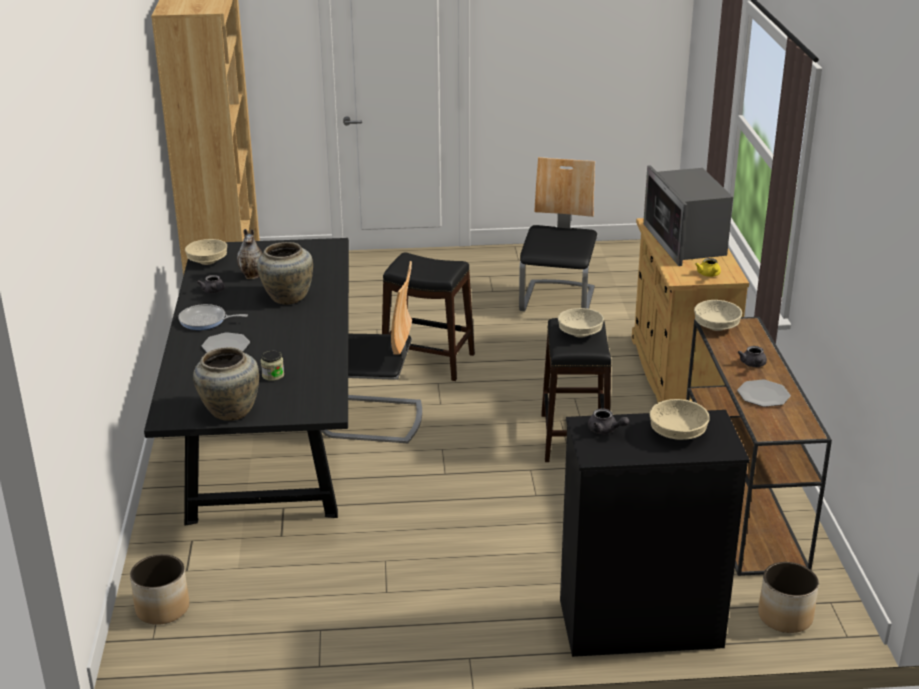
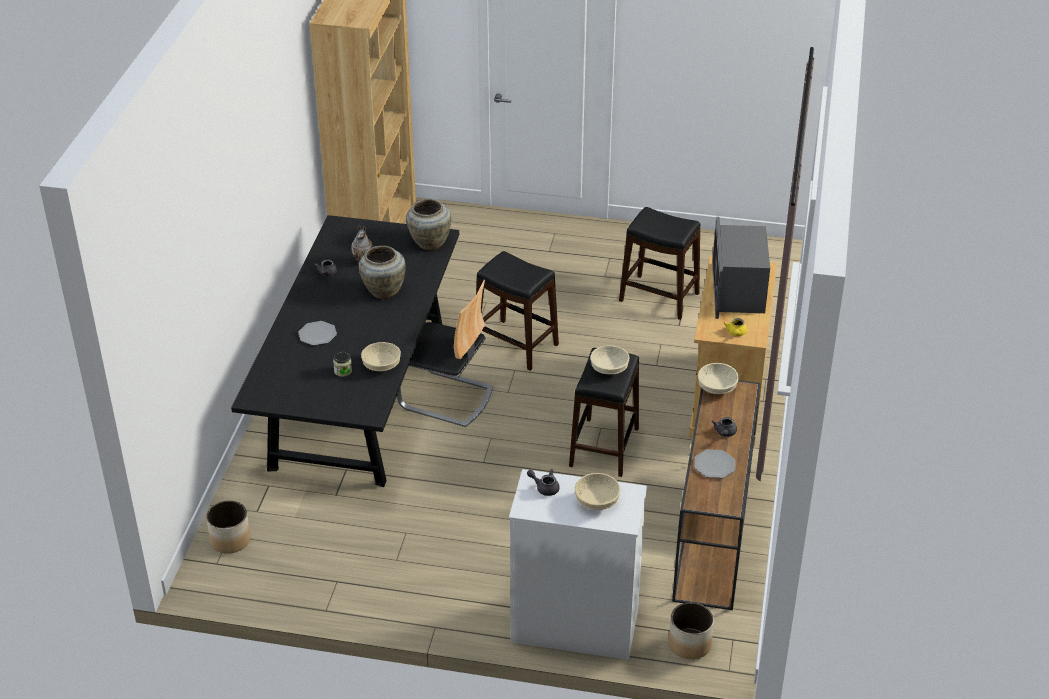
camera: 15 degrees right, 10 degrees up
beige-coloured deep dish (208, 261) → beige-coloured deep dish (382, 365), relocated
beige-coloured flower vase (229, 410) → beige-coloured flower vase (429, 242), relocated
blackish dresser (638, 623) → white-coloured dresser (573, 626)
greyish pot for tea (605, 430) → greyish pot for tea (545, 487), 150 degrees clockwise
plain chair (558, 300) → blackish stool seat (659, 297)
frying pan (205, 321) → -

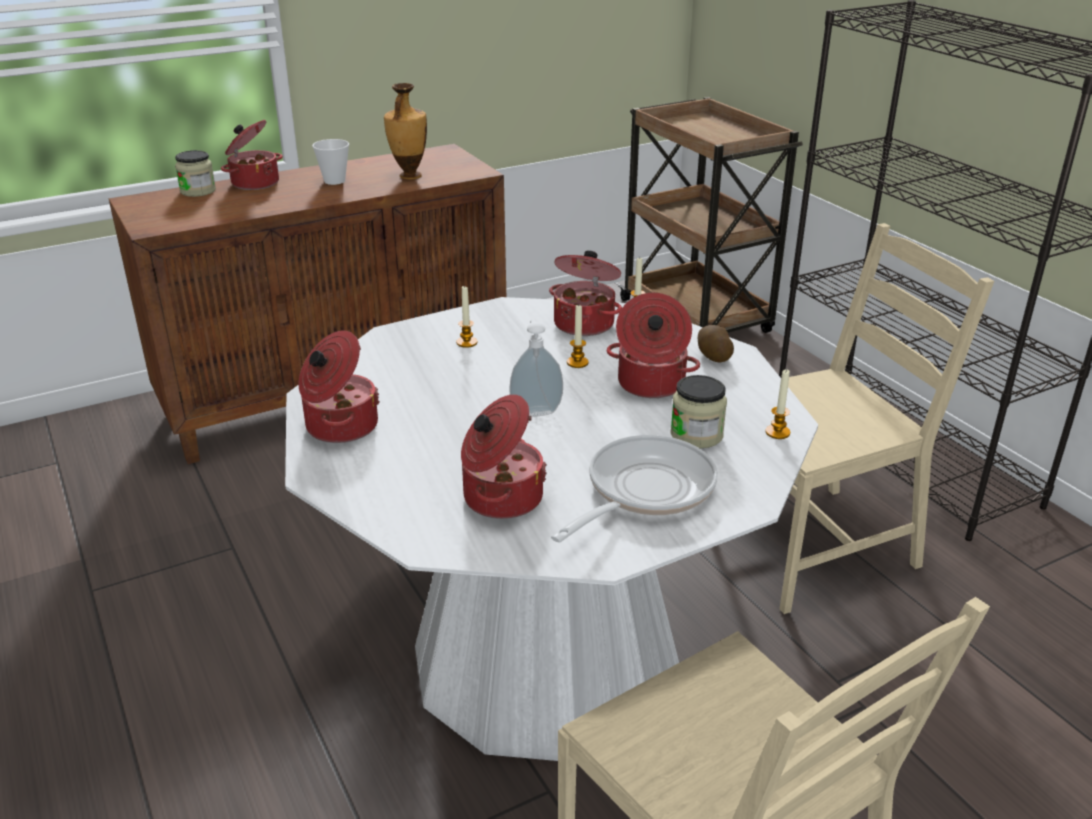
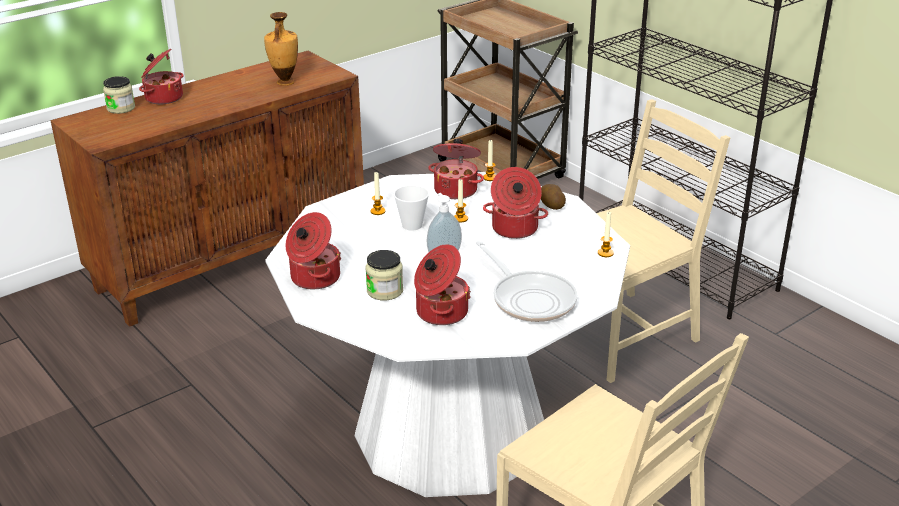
camera: 10 degrees left, 0 degrees up
preserve jar (696, 435) → preserve jar (385, 291), relocated
drinking cup (334, 181) → drinking cup (412, 225), relocated
frying pan (643, 491) → frying pan (530, 298), 120 degrees clockwise

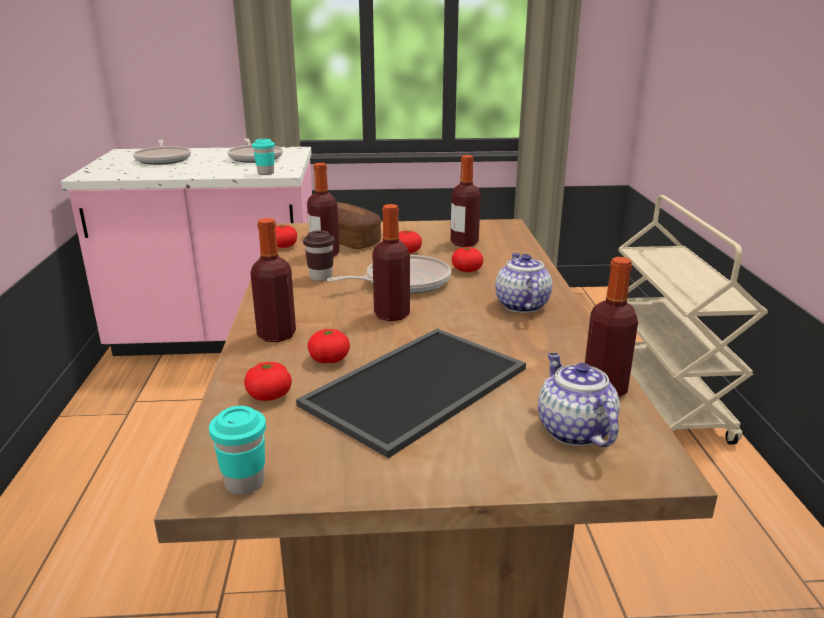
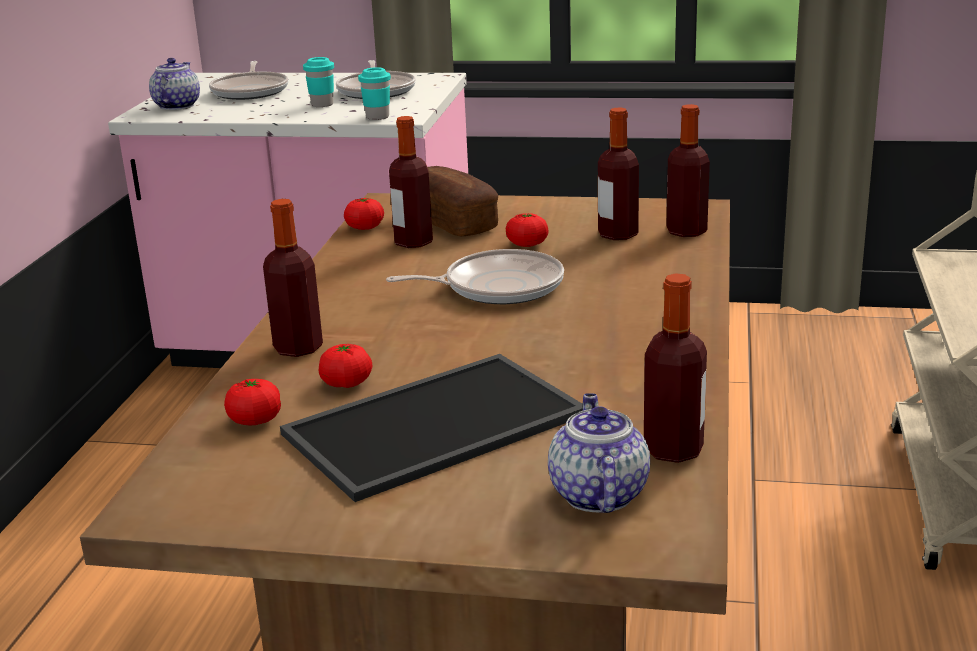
camera: 15 degrees right, 0 degrees up
pot for tea (521, 305) → pot for tea (177, 106), relocated
turquoise drinking cup (244, 483) → turquoise drinking cup (322, 104), relocated
bottle (391, 315) → bottle (686, 231), relocated
brown-coloured drinking cup (321, 277) → -
fresh tomato (467, 270) → -

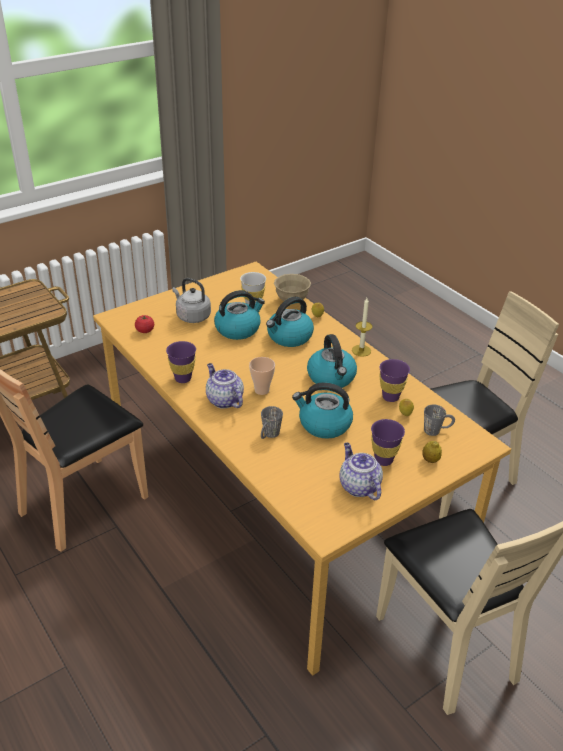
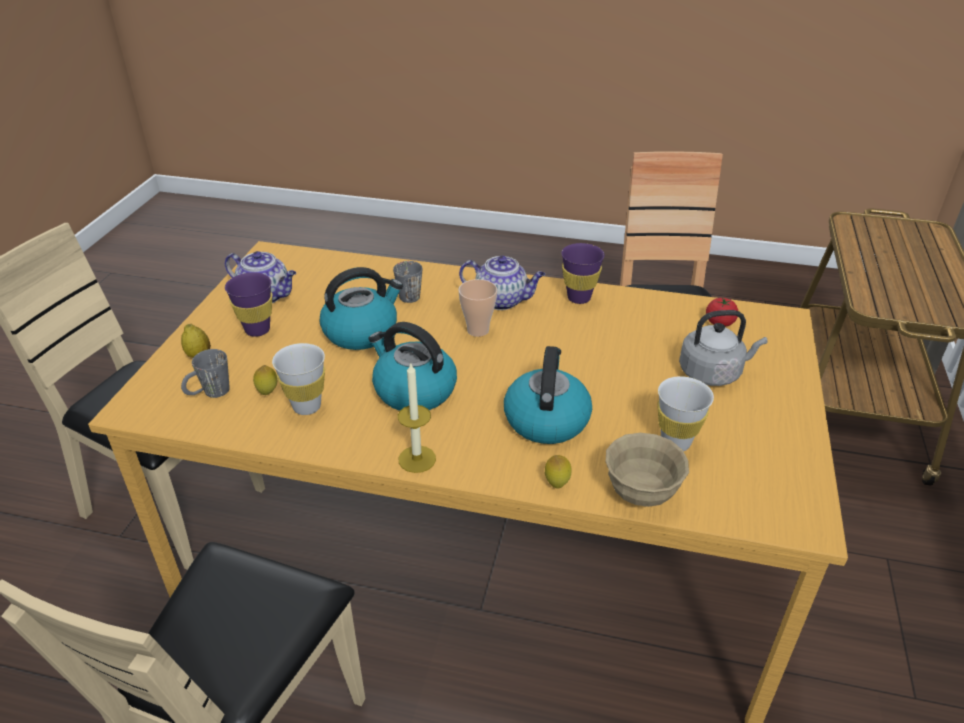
camera: 140 degrees right, 0 degrees up
purple-coloured drinking cup (390, 397) → white-coloured drinking cup (307, 406)
tea kettle (238, 329) → -

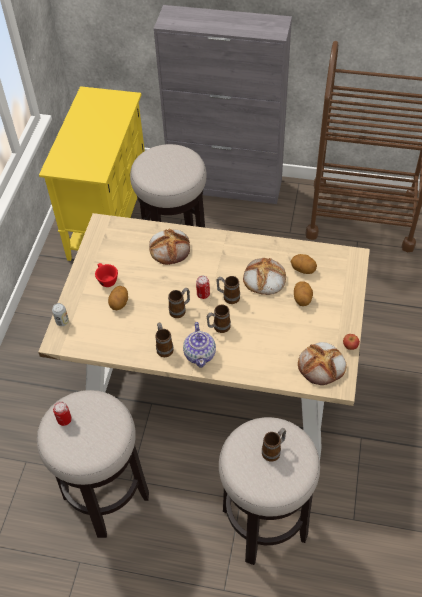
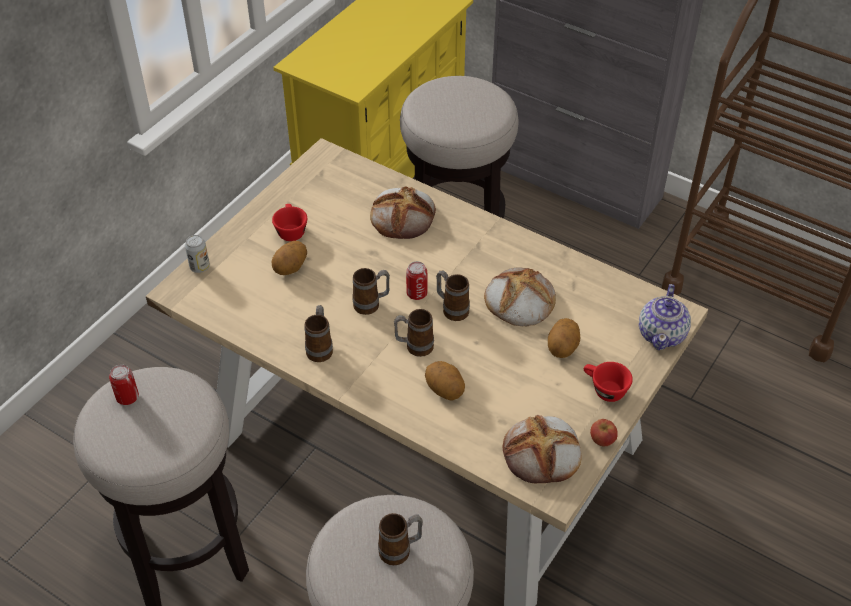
camera: 20 degrees right, 5 degrees down
potato (303, 269) → potato (445, 390), relocated
- → red drinking cup (604, 389)
pot for tea (200, 354) → pot for tea (662, 334), relocated

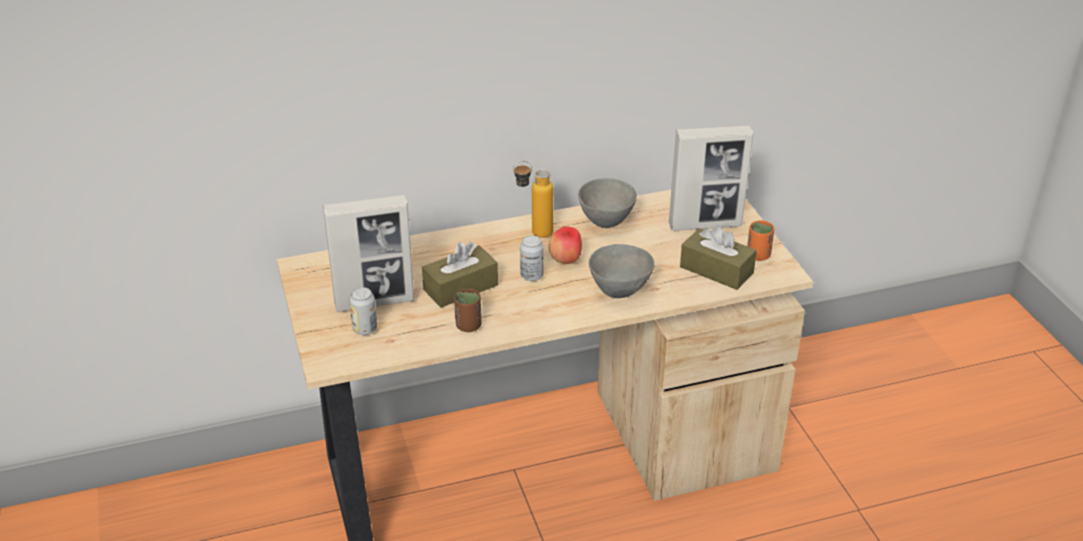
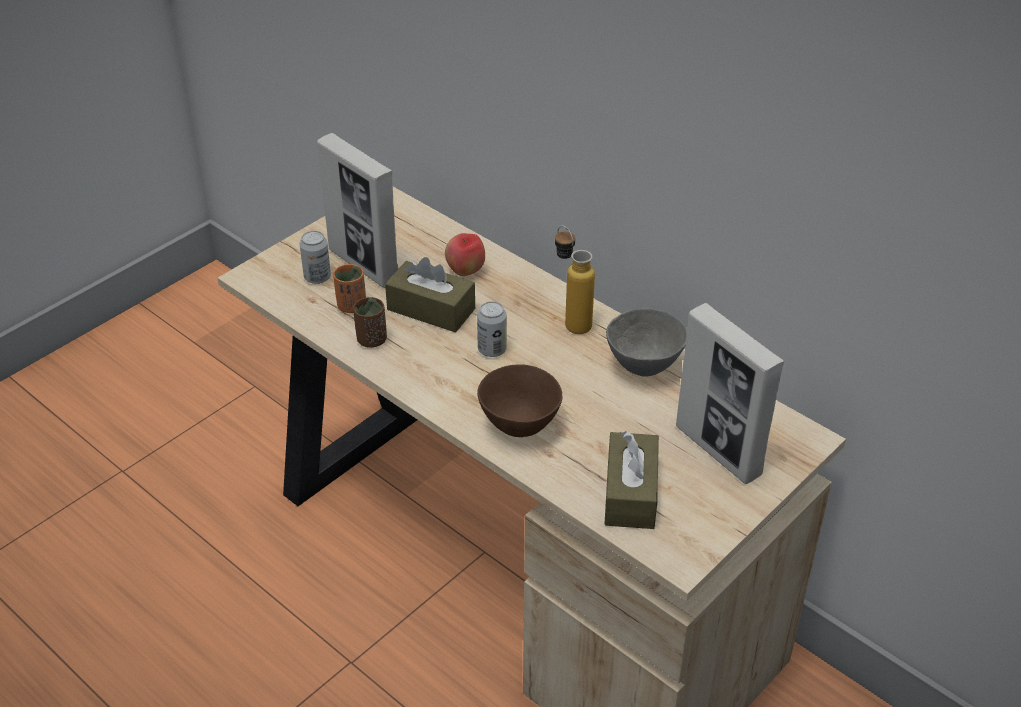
camera: 60 degrees right, 5 degrees up
orangey drinking cup (758, 255) → orangey drinking cup (351, 306), relocated
whole apple (565, 261) → whole apple (465, 271), relocated
greyish deep dish (620, 290) → brown-coloured deep dish (520, 426)

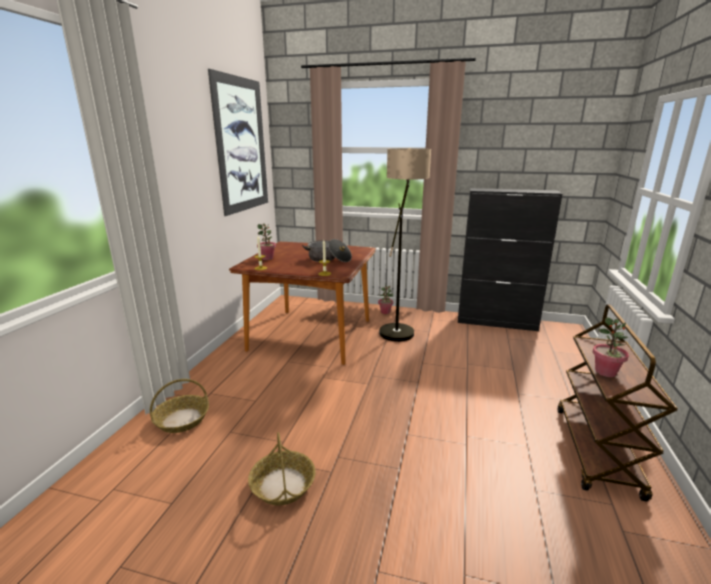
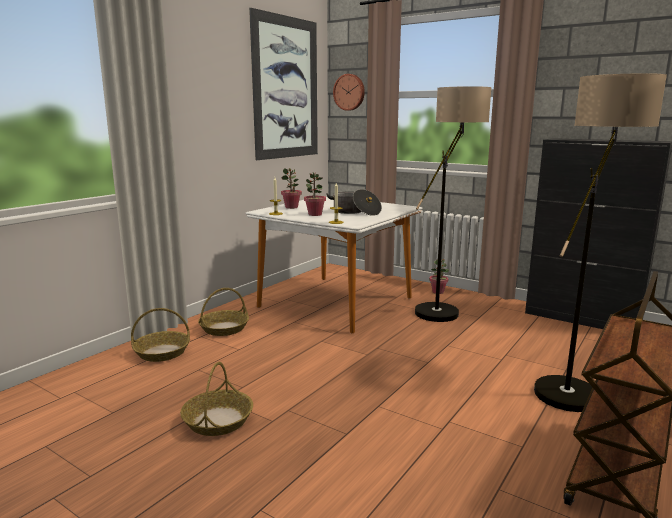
camera: 20 degrees right, 5 degrees down
- → household basket (224, 328)
brown-coloured dining table (312, 335) → white-coloured dining table (336, 303)
plant in a pot (605, 372) → plant in a pot (315, 214), relocated
- → hanging clock (349, 92)
- → floor lamp (574, 385)

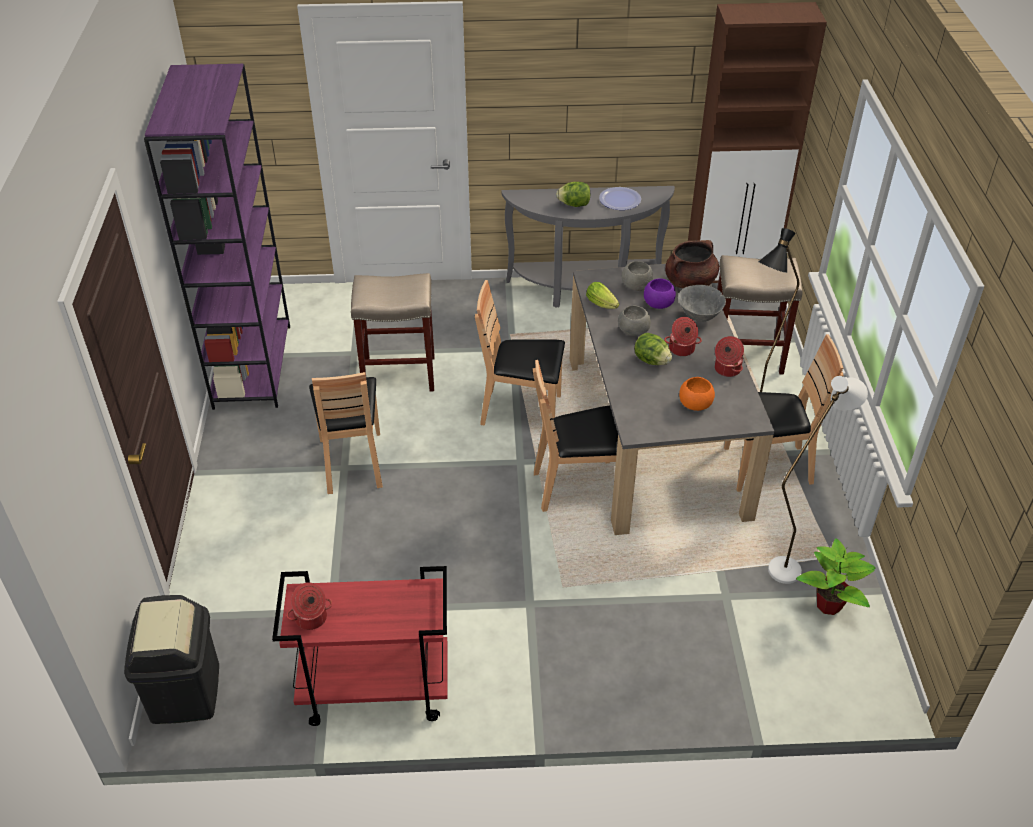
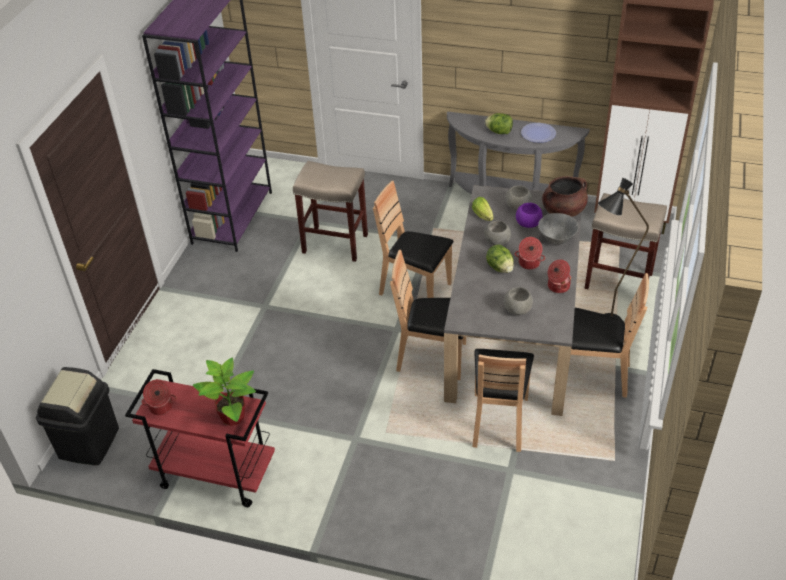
camera: 20 degrees right, 0 degrees up
plant in a pot (829, 605) → plant in a pot (233, 417), relocated
brown-coloured plain chair (352, 462) → brown-coloured plain chair (499, 421), relocated
orangey deep dish (695, 404) → greyish deep dish (517, 309)
white-coloured floor lamp (791, 563) → -

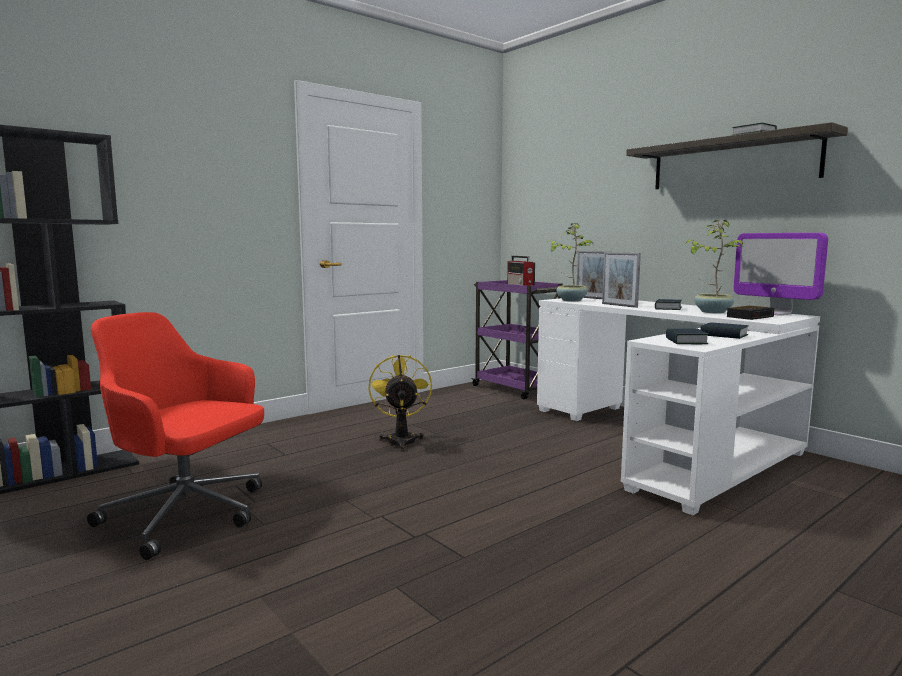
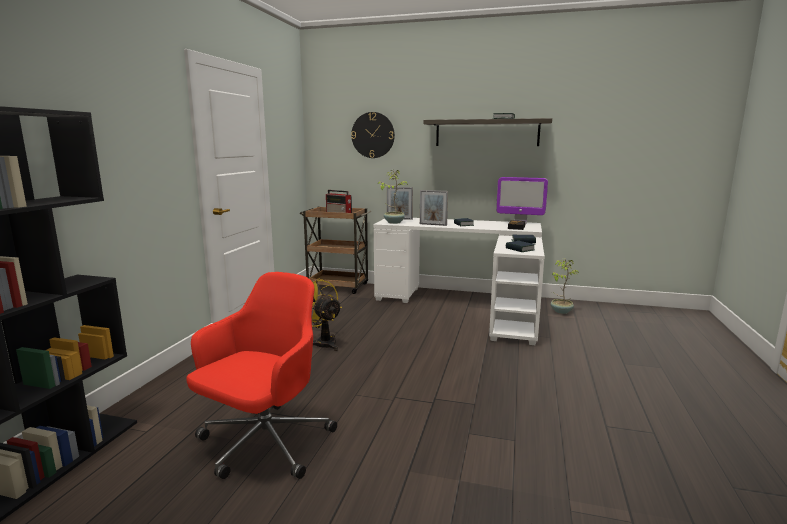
camera: 35 degrees left, 5 degrees up
red office chair (188, 515) → red office chair (264, 444), 135 degrees clockwise
purple-coloured wheeled cart (516, 389) → brown-coloured wheeled cart (338, 287)
- → hanging clock (373, 135)
plant in a pot (712, 312) → plant in a pot (560, 311), relocated

